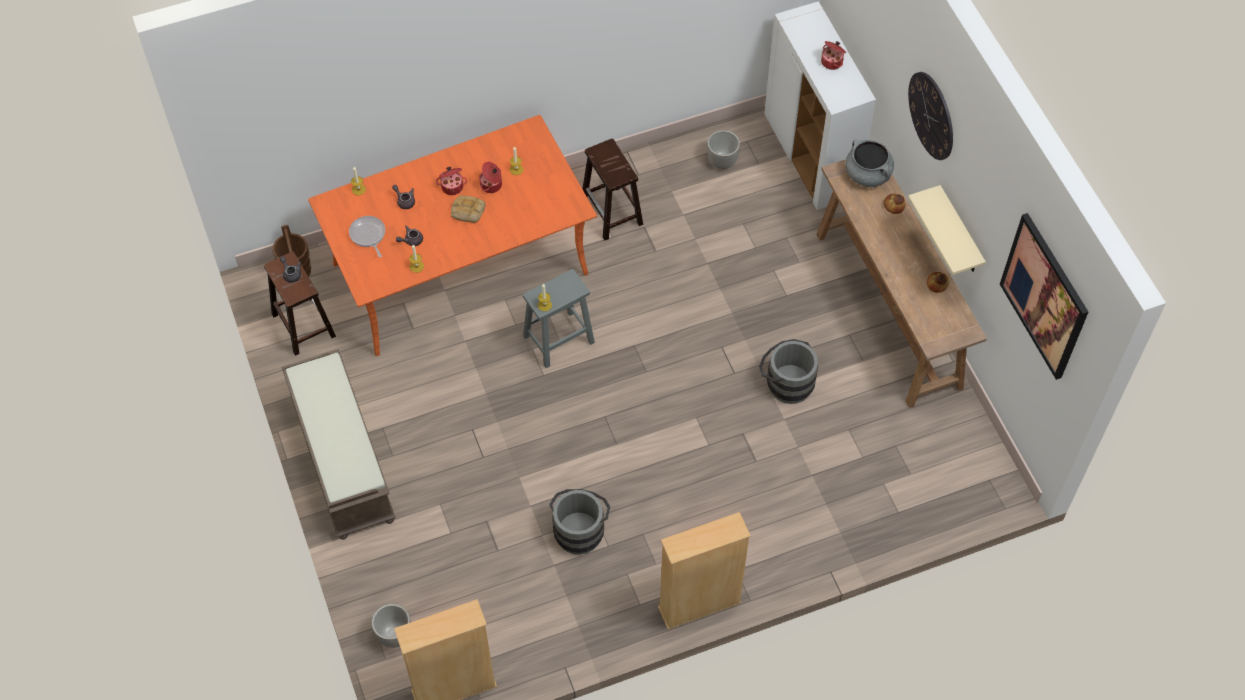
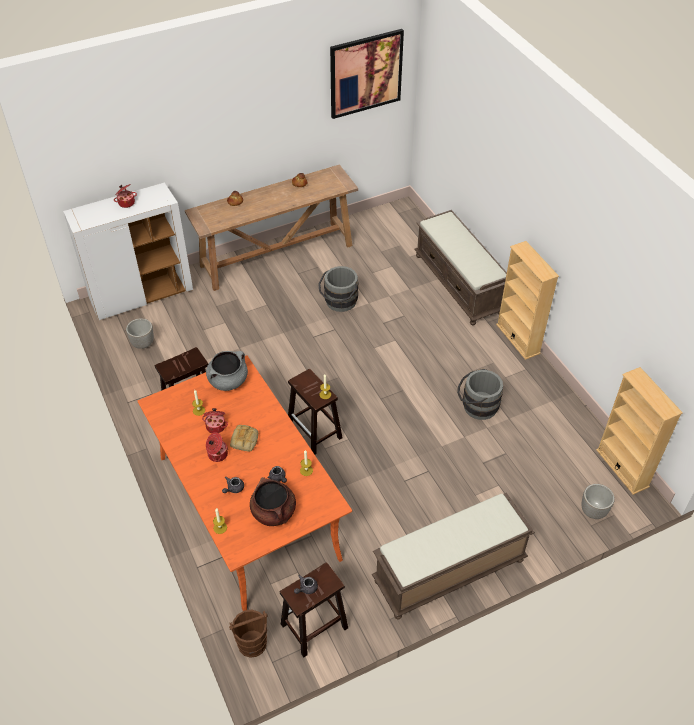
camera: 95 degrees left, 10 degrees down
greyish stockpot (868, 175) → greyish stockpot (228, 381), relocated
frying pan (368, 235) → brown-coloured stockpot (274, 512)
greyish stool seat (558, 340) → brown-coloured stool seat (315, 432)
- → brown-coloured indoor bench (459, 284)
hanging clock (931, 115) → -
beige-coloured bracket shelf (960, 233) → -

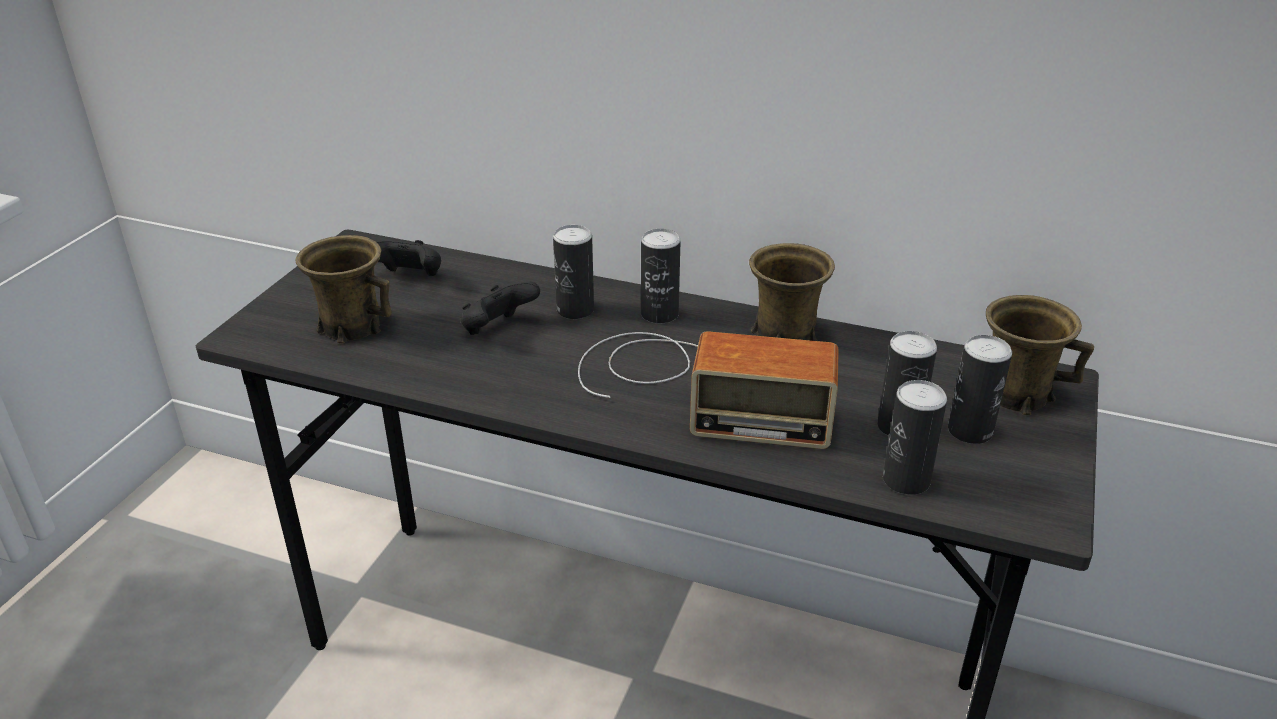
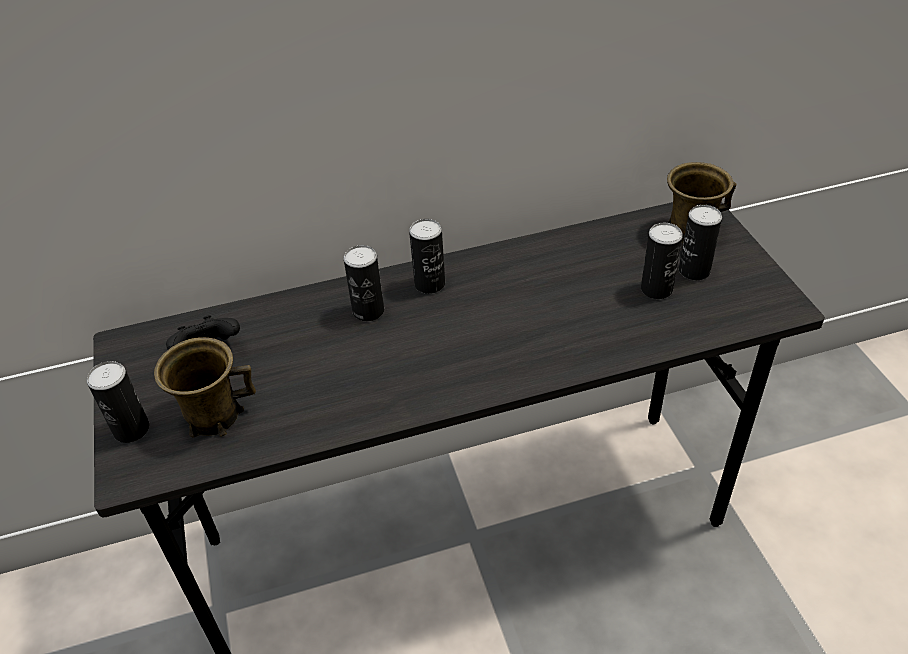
camera: 35 degrees left, 10 degrees up
metal can (906, 480) → metal can (131, 429), relocated
blackish gamepad (498, 329) → -
radio (695, 388) → -
brown-coloured tea mug (784, 335) → -

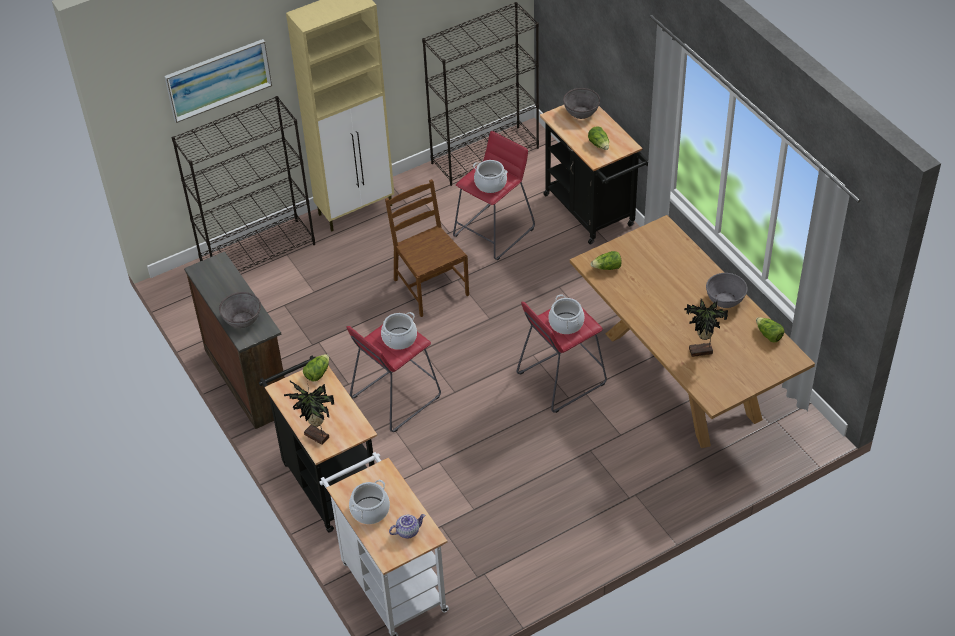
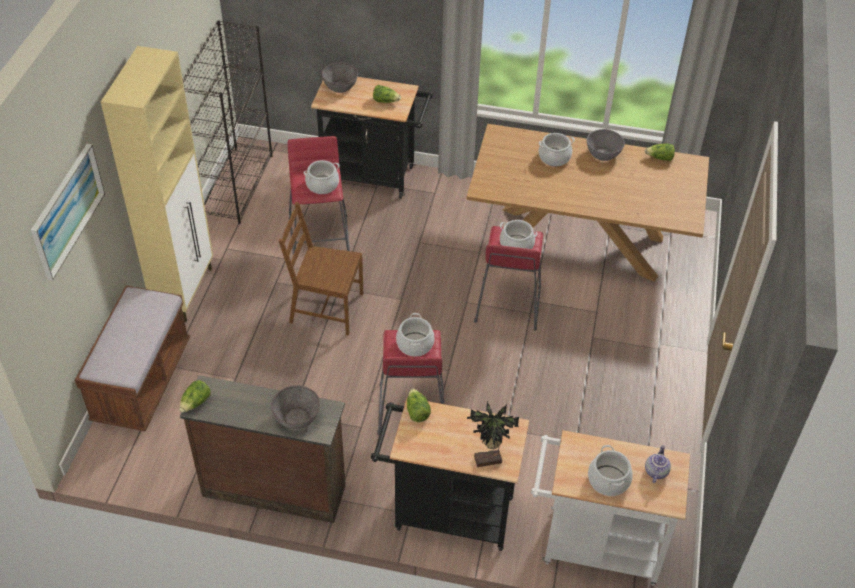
camera: 50 degrees left, 0 degrees up
blackish bookshelf (258, 252) → brown-coloured indoor bench (142, 382)
head of lettuce (607, 267) → head of lettuce (196, 403), relocated
- → stockpot (554, 157)
plant in a pot (701, 352) → -

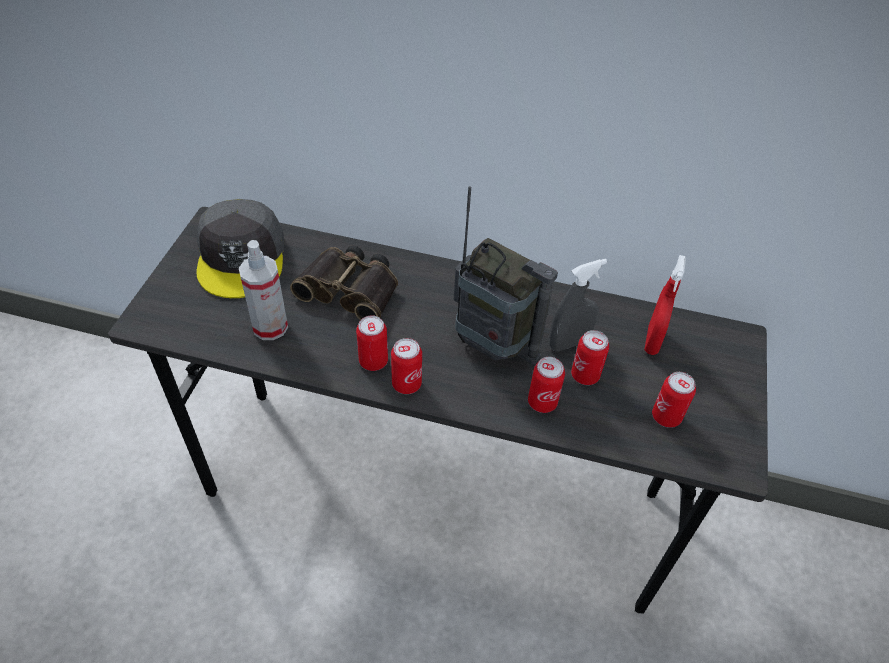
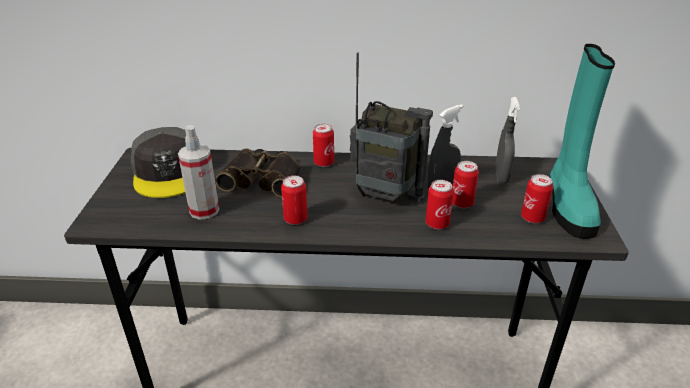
camera: 10 degrees left, 15 degrees down
metal can (406, 384) → metal can (324, 163), relocated
red spray bottle (652, 341) → greyish spray bottle (501, 176)
- → turquoise tall boot (568, 205)

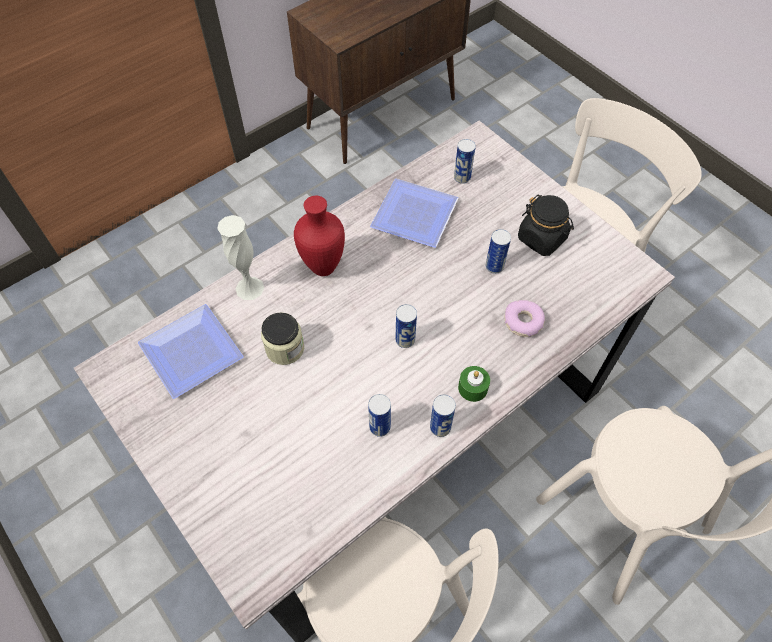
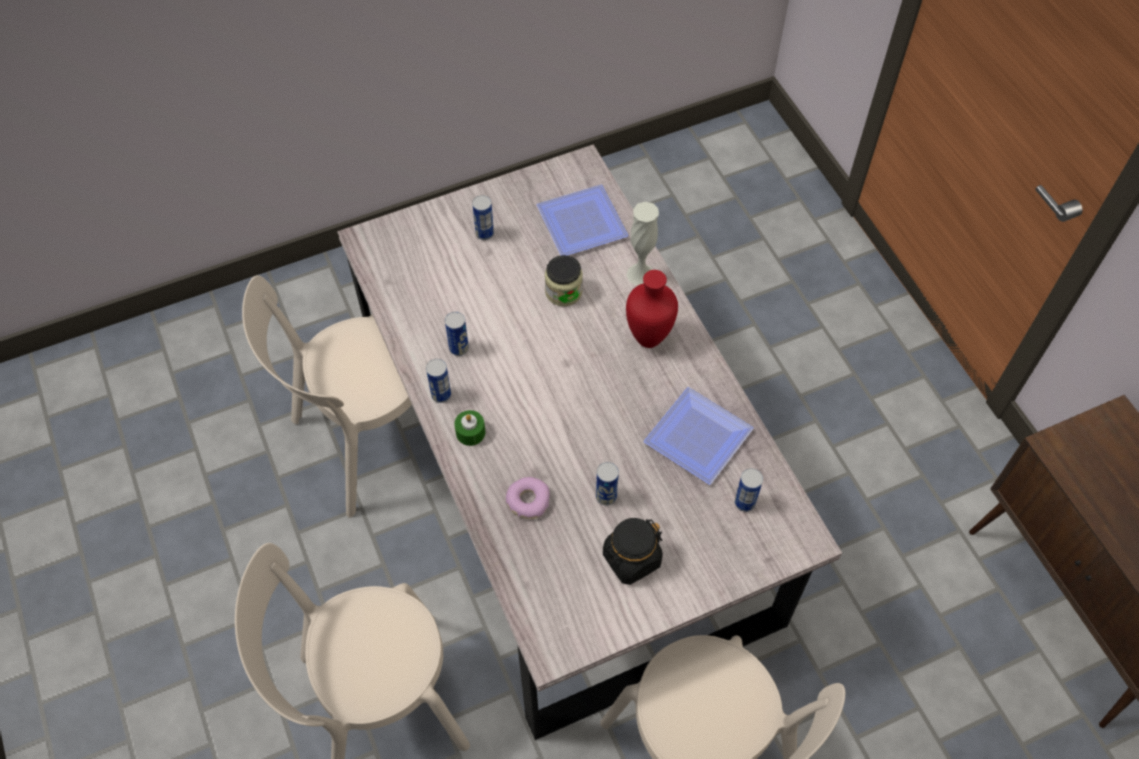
camera: 105 degrees right, 0 degrees up
metal can (405, 340) → metal can (484, 233), relocated

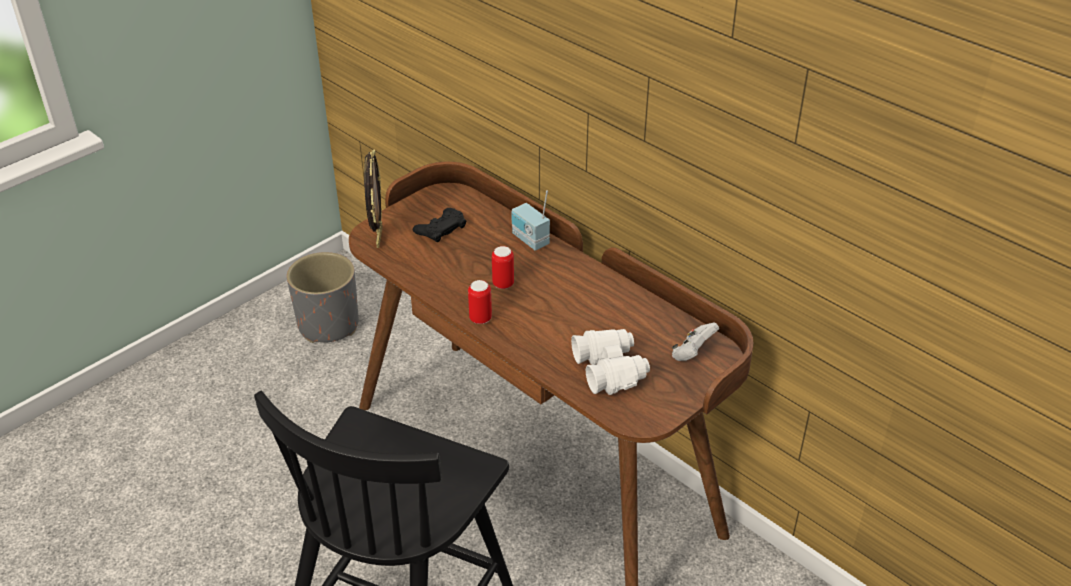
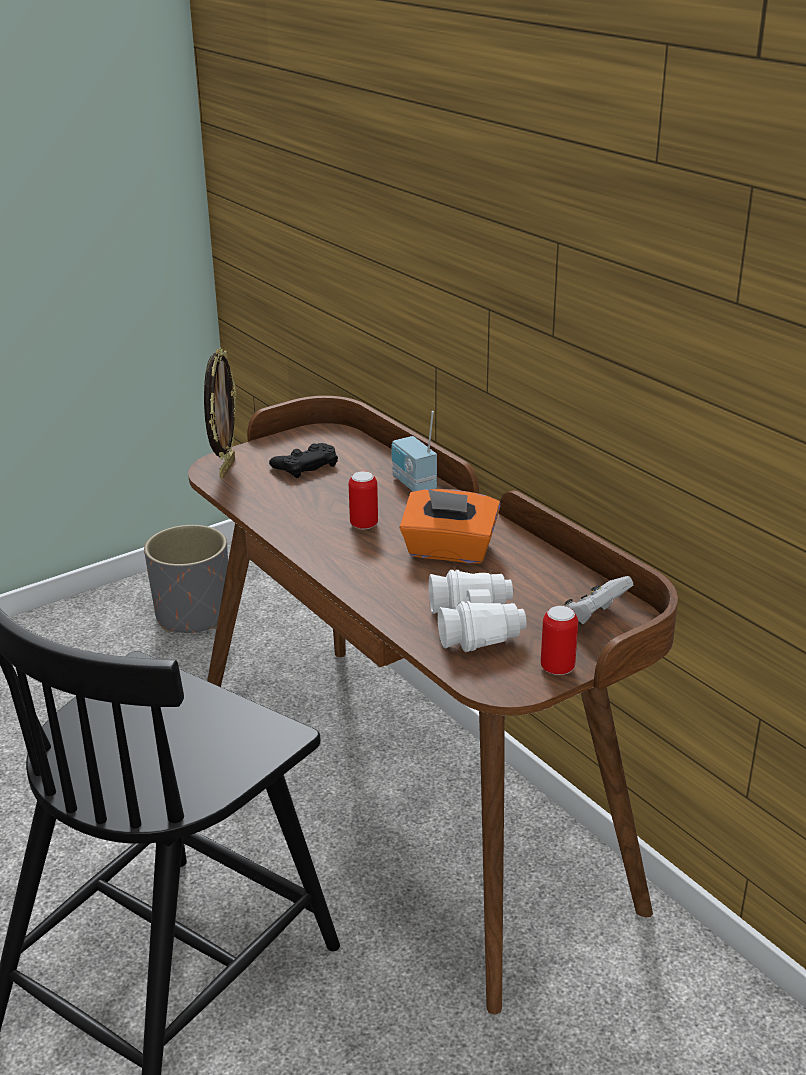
camera: 10 degrees right, 10 degrees down
- → orangey tissue holder (449, 551)
metal can (480, 319) → metal can (557, 668), relocated

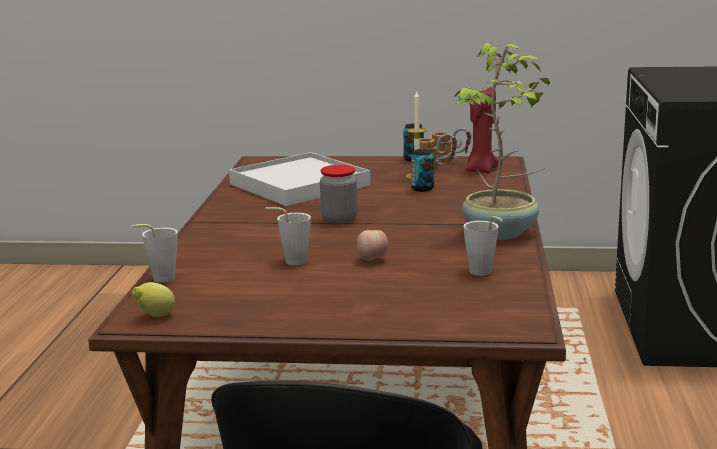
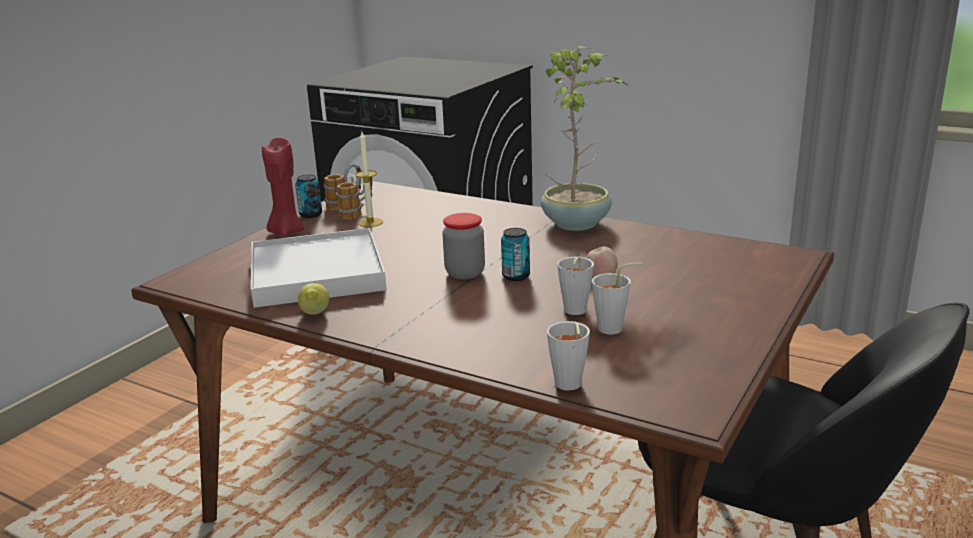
camera: 65 degrees left, 5 degrees up
red candle (481, 170) → red candle (286, 231), relocated
citrus fruit (155, 316) → citrus fruit (315, 315), relocated
metal can (422, 189) → metal can (516, 276), relocated
greyish drinking cup (483, 273) → greyish drinking cup (616, 328), relocated

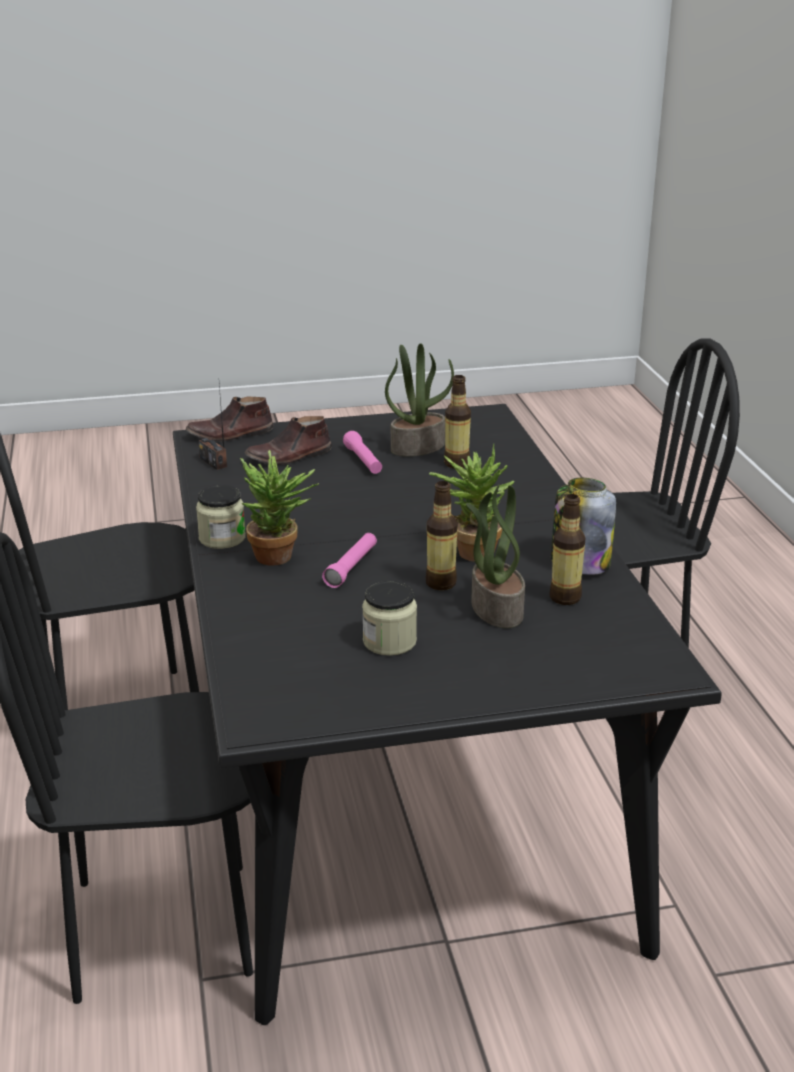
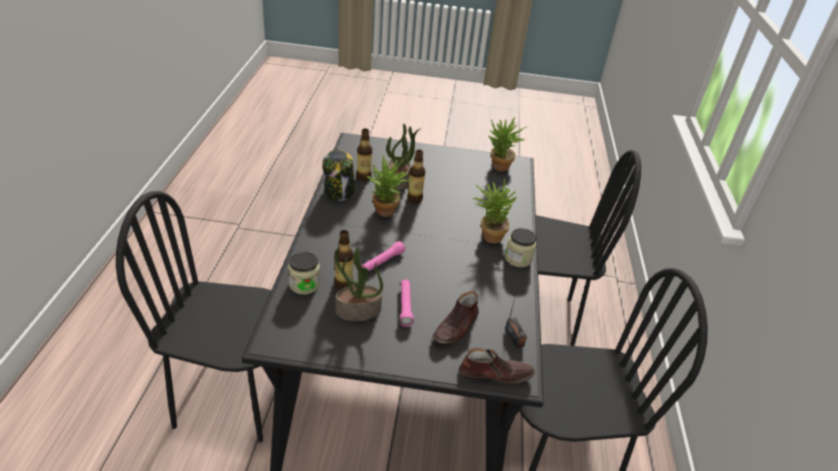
camera: 165 degrees left, 10 degrees up
preserve jar (389, 641) → preserve jar (304, 284), relocated
pink flashlight (351, 567) → pink flashlight (382, 262), relocated
brown-coloured shoe (289, 457) → brown-coloured shoe (456, 327), 135 degrees clockwise
- → plant in a pot (499, 168)

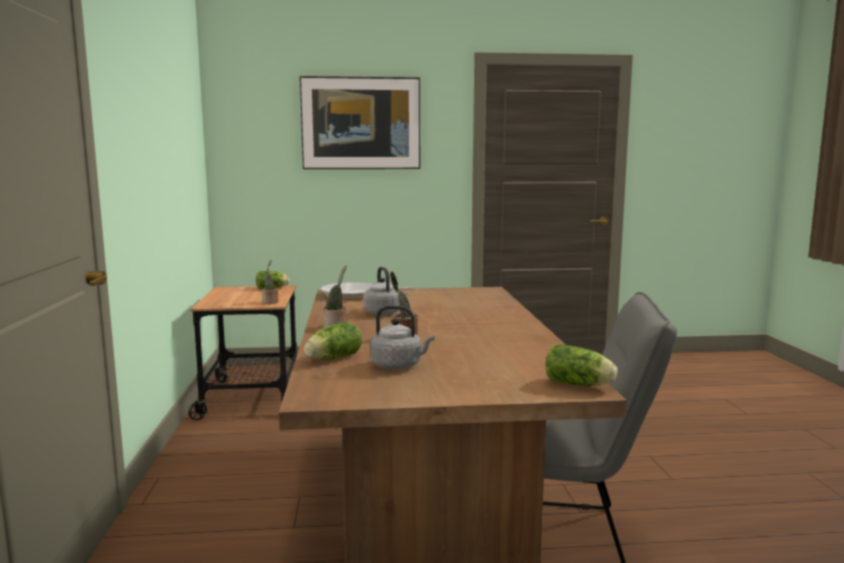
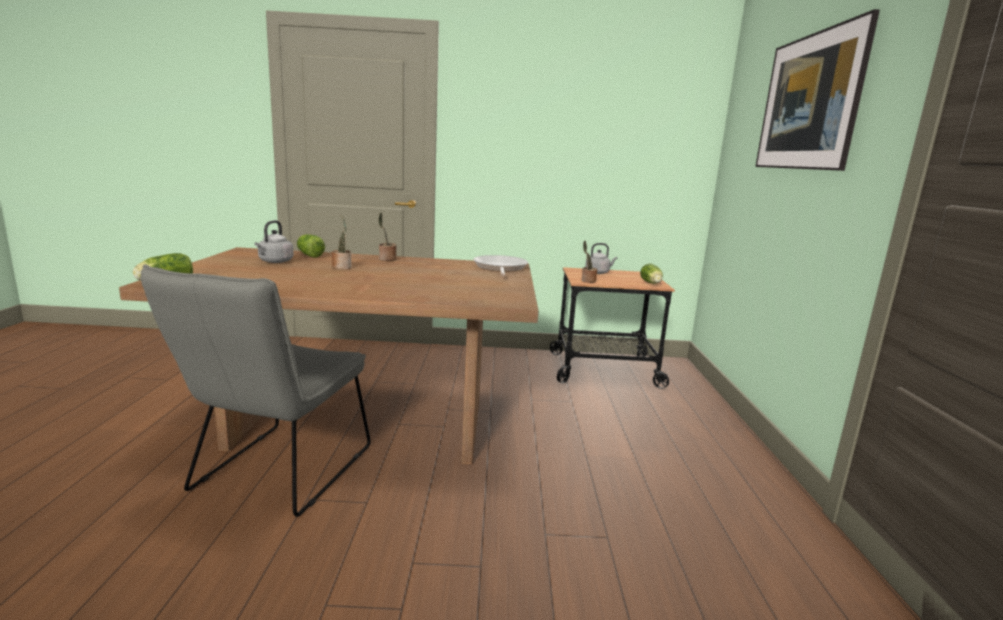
camera: 95 degrees right, 5 degrees up
greyish tea kettle (381, 312) → greyish tea kettle (598, 272), relocated

